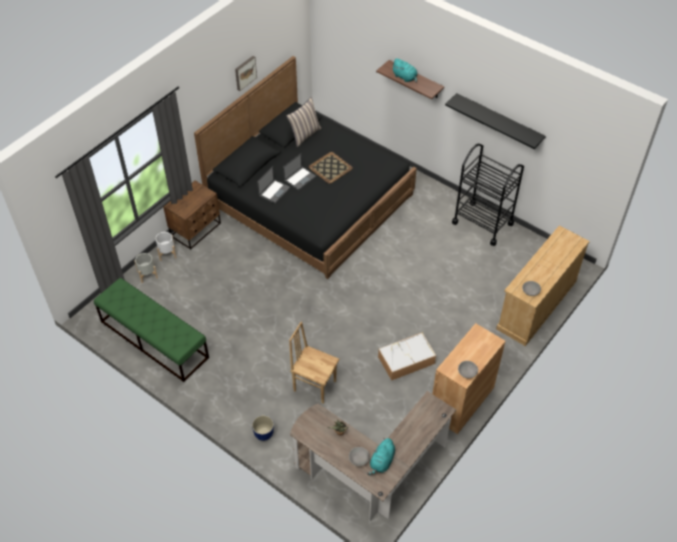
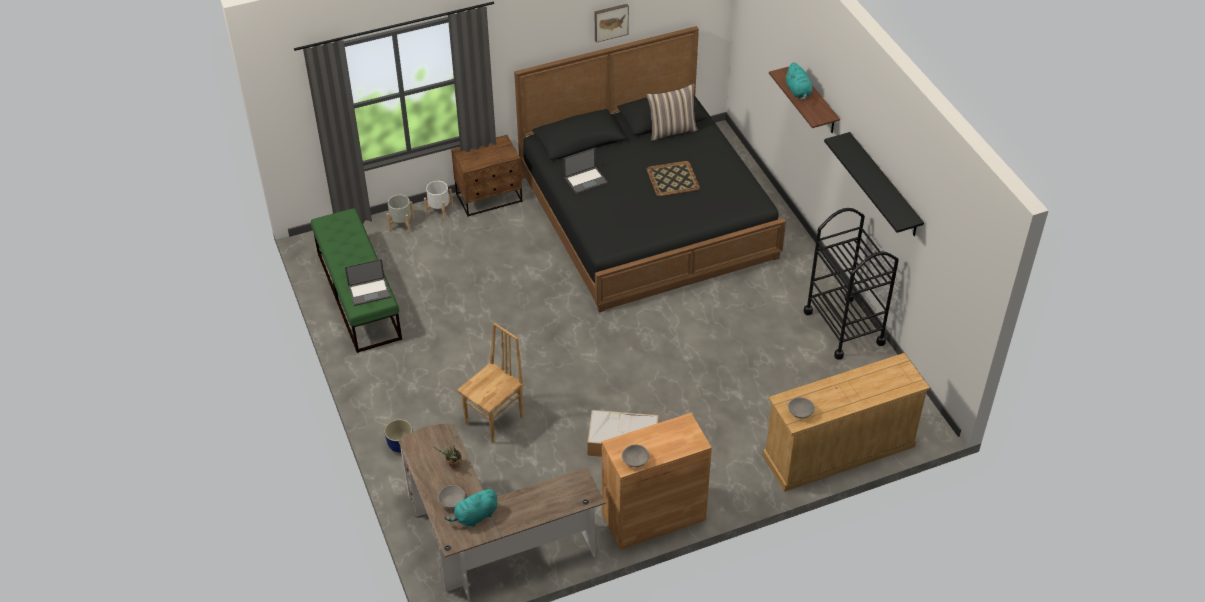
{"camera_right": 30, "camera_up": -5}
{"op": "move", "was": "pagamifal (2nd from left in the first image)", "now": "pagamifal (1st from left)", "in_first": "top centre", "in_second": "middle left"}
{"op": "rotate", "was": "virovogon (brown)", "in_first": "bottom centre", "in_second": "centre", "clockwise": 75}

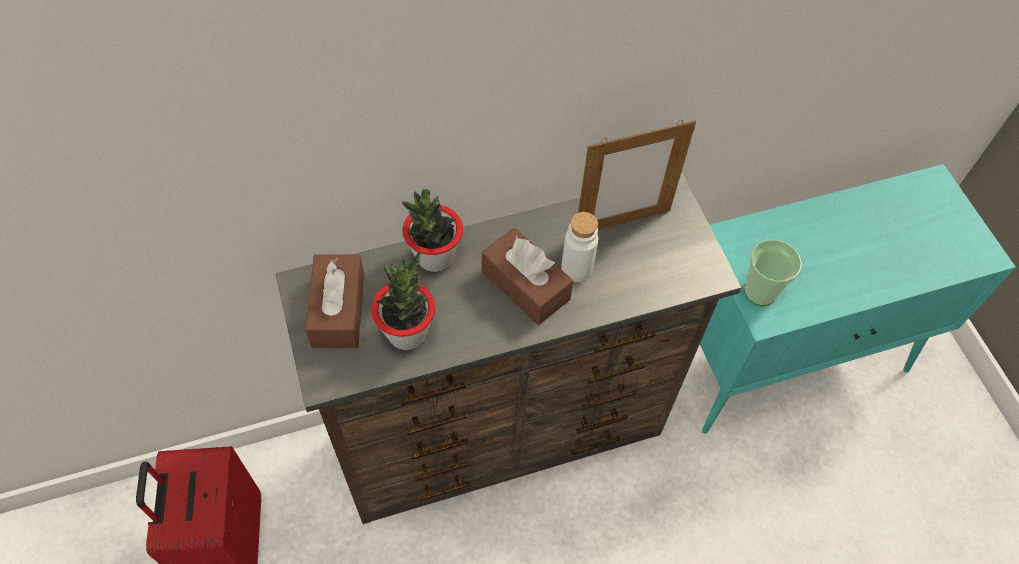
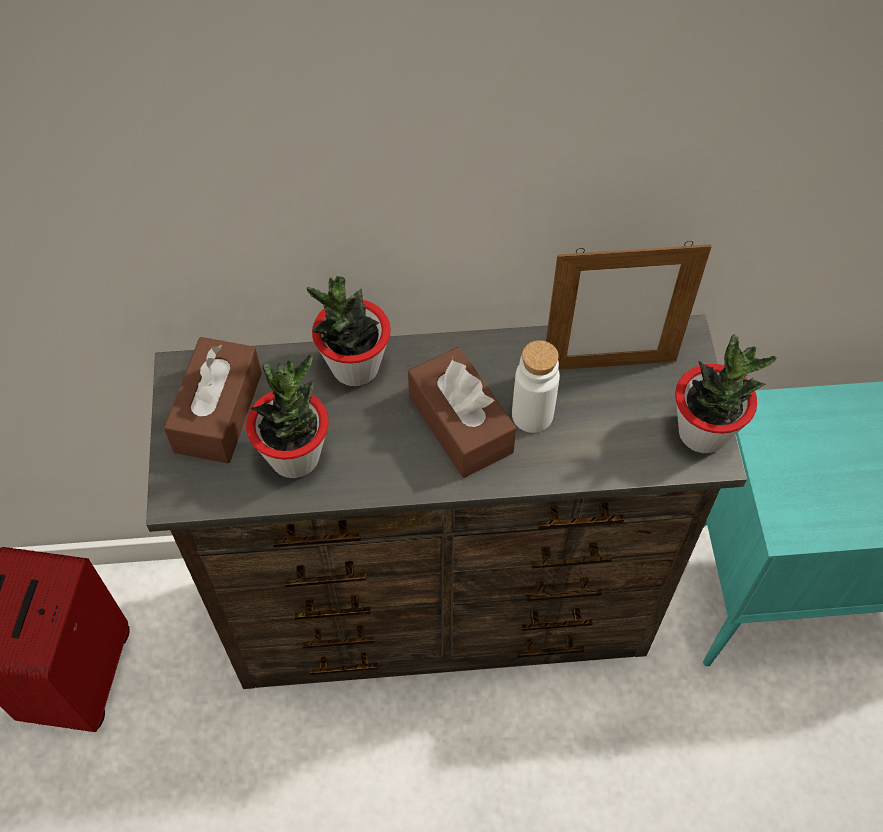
{"camera_right": 15, "camera_up": 0}
{"op": "insert", "now": "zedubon (3rd from left)", "in_second": "middle right"}
{"op": "delete", "was": "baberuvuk", "in_first": "middle right"}

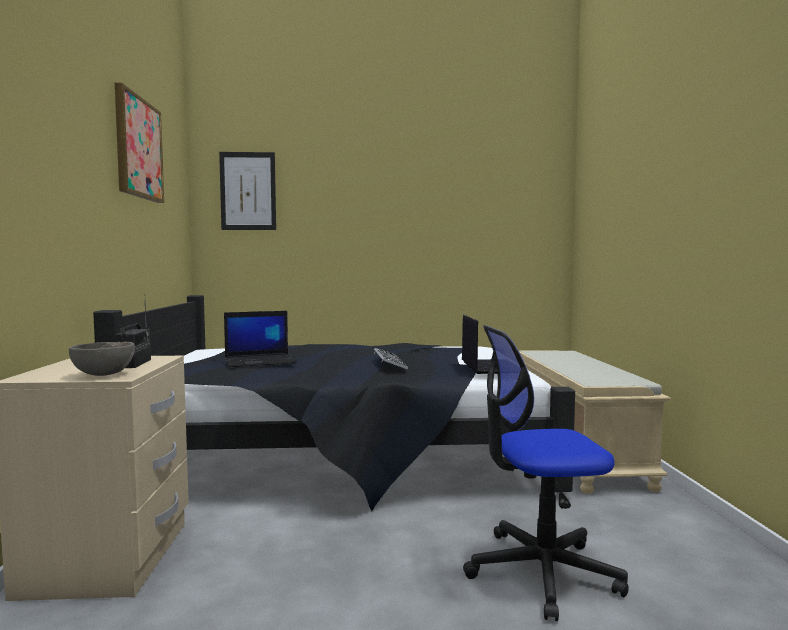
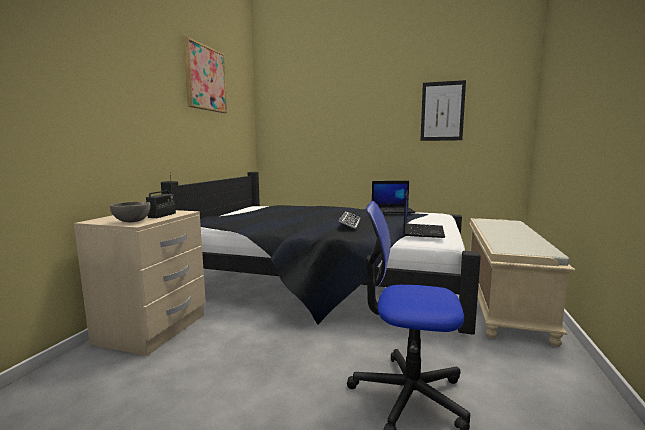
{"camera_right": 20, "camera_up": 5}
{"op": "move", "was": "pagamifal (1st from left)", "in_first": "middle left", "in_second": "centre"}
{"op": "move", "was": "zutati (2nd from left)", "in_first": "top left", "in_second": "top right"}

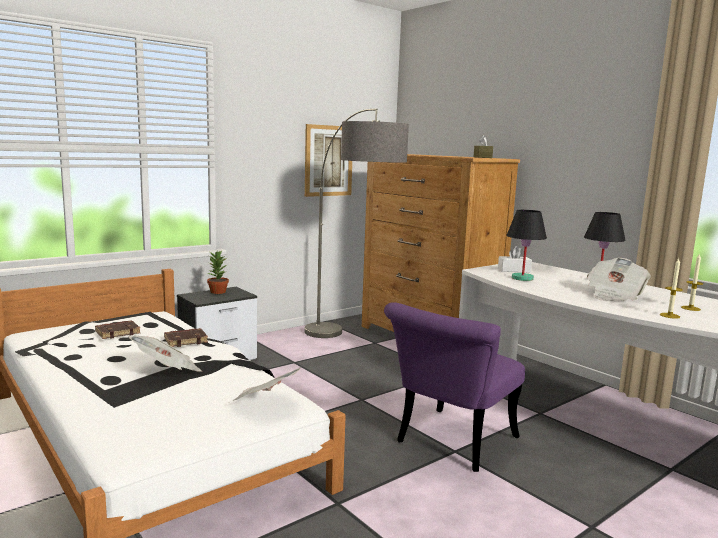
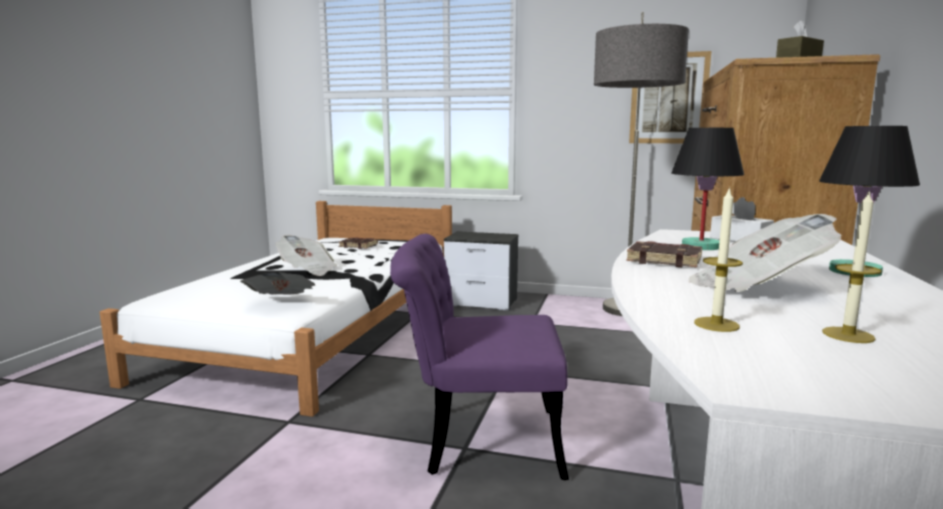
{"camera_right": 55, "camera_up": 0}
{"op": "move", "was": "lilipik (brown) (2nd from left)", "in_first": "middle left", "in_second": "middle right"}
{"op": "delete", "was": "zedubon", "in_first": "middle left"}

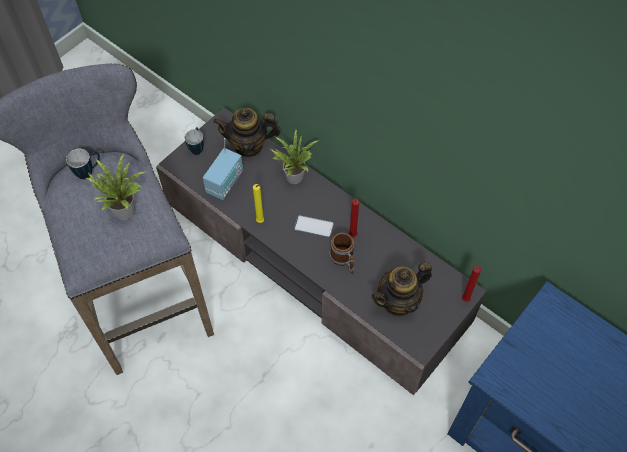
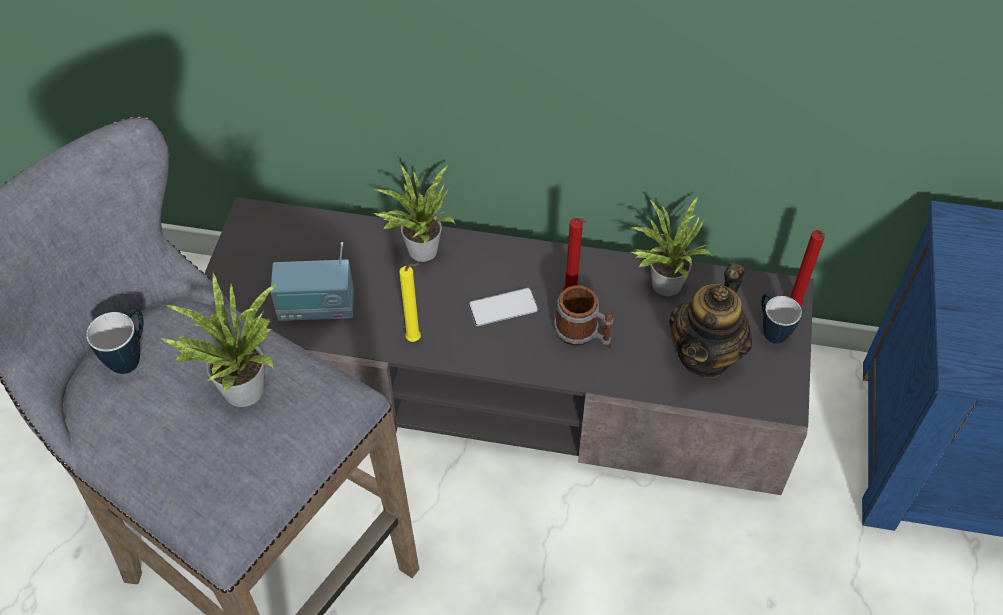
{"camera_right": -30, "camera_up": -5}
{"op": "rotate", "was": "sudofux", "in_first": "centre", "in_second": "middle left", "clockwise": 90}
{"op": "insert", "now": "zedubon (3rd from left)", "in_second": "middle right"}
{"op": "move", "was": "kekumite (2nd from left in the first image)", "now": "kekumite (3rd from left)", "in_first": "top left", "in_second": "middle right"}
{"op": "delete", "was": "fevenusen (1st from left)", "in_first": "top centre"}

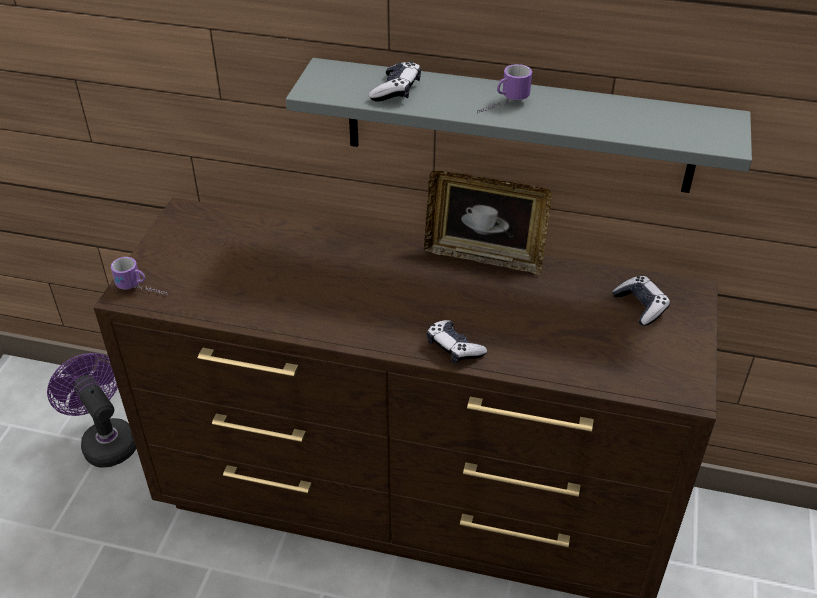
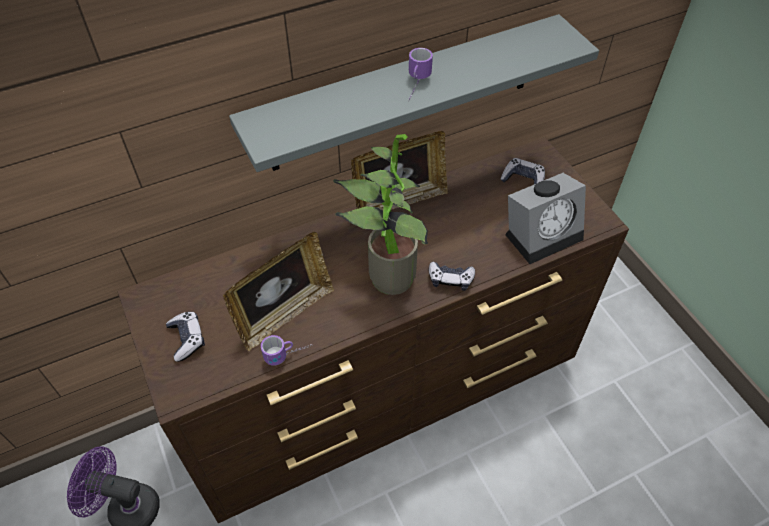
{"camera_right": -40, "camera_up": 10}
{"op": "move", "was": "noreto (1st from left)", "in_first": "top centre", "in_second": "middle left"}
{"op": "insert", "now": "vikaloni (1st from left)", "in_second": "centre"}
{"op": "move", "was": "kekumite (1st from left)", "in_first": "middle left", "in_second": "centre"}
{"op": "insert", "now": "zedubon", "in_second": "centre"}
{"op": "insert", "now": "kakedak", "in_second": "middle right"}

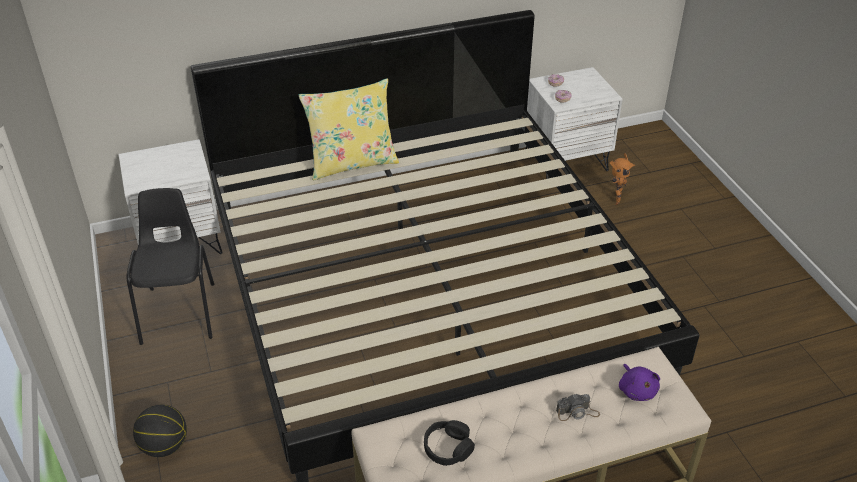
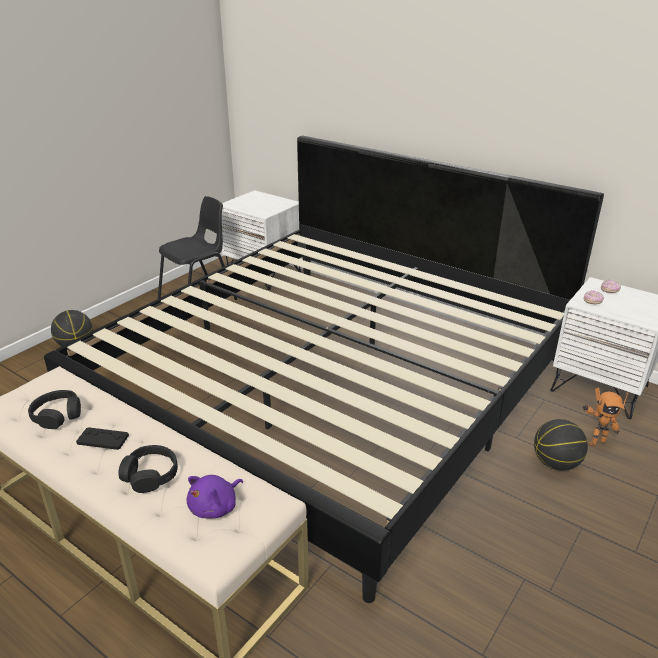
{"camera_right": 55, "camera_up": -10}
{"op": "insert", "now": "noreto (black)", "in_second": "middle left"}
{"op": "replace", "was": "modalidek", "now": "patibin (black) (2nd from left)", "in_first": "bottom right", "in_second": "bottom left"}
{"op": "insert", "now": "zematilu (2nd from left)", "in_second": "bottom right"}
{"op": "delete", "was": "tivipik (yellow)", "in_first": "top centre"}

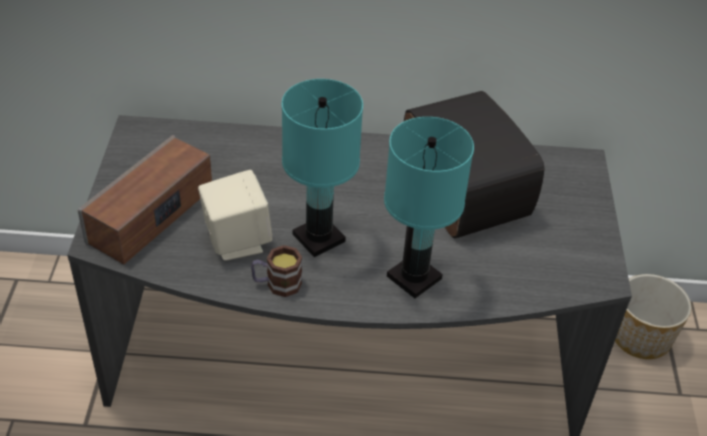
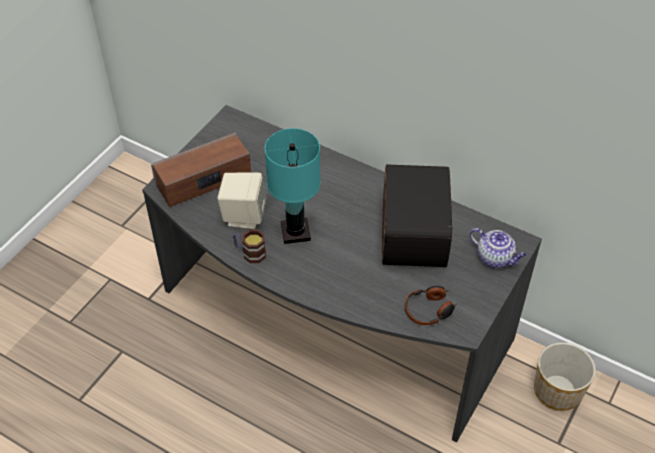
{"camera_right": 30, "camera_up": 5}
{"op": "insert", "now": "patibin", "in_second": "bottom centre"}
{"op": "insert", "now": "fevenusen", "in_second": "middle right"}
{"op": "delete", "was": "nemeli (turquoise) (2nd from left)", "in_first": "centre"}

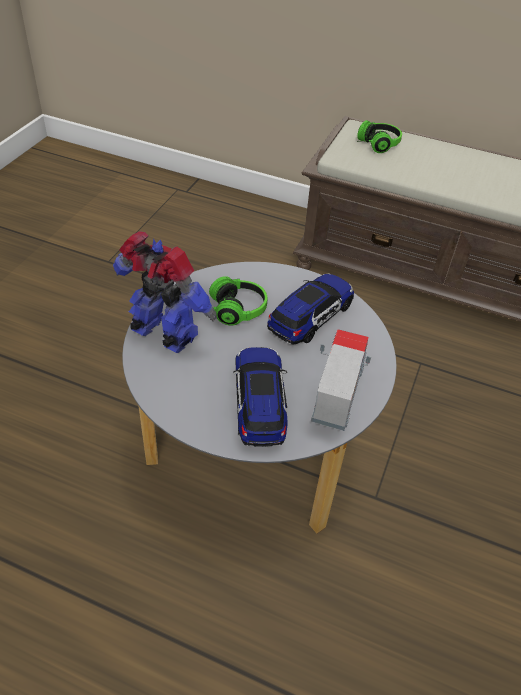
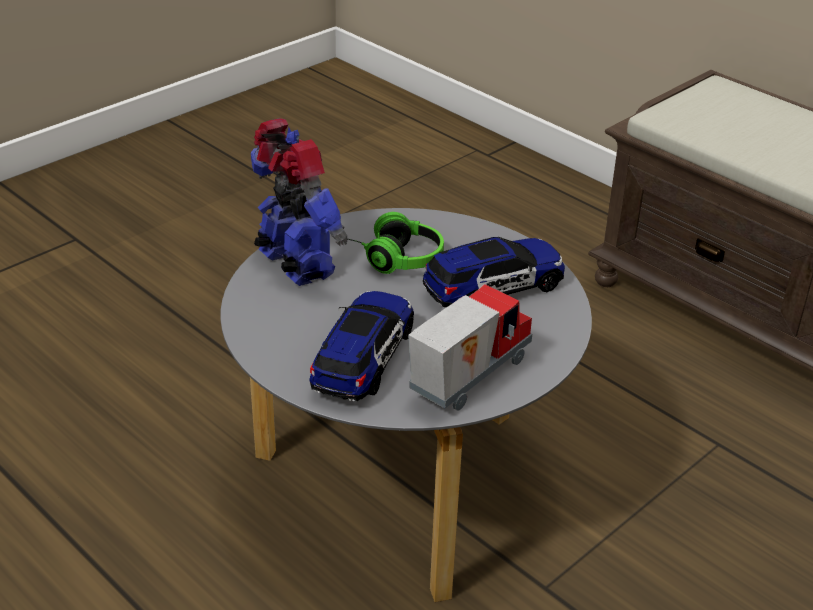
{"camera_right": 25, "camera_up": -10}
{"op": "delete", "was": "patibin (2nd from left)", "in_first": "top right"}

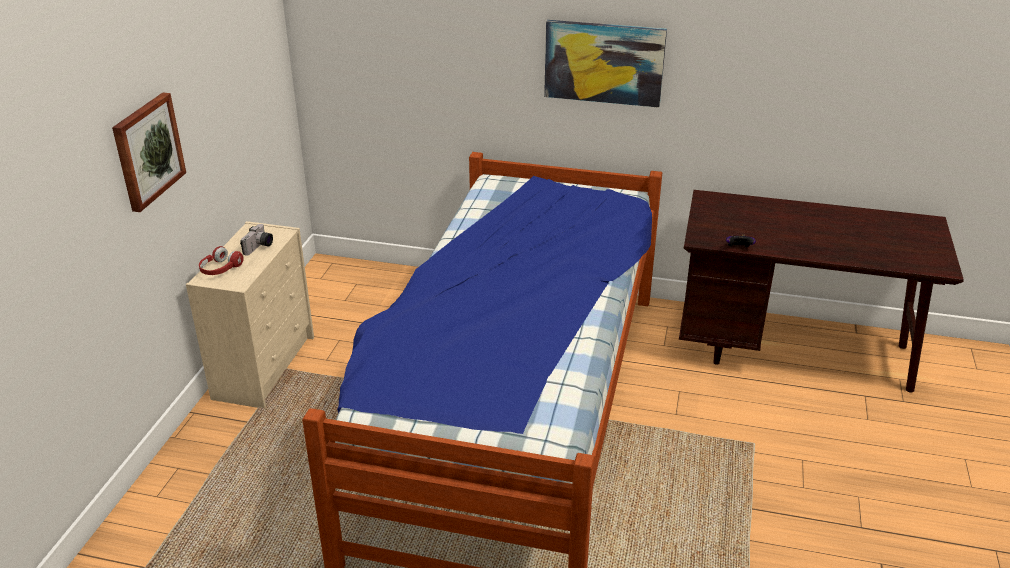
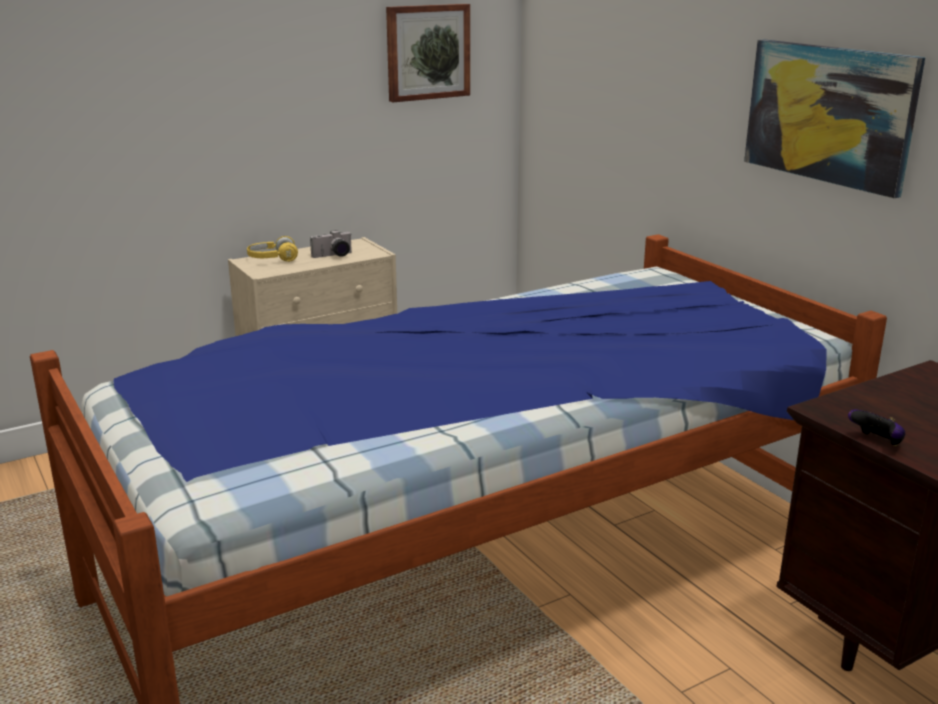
{"camera_right": 45, "camera_up": -10}
{"op": "recolor", "was": "patibin (red)", "now": "patibin (yellow)", "in_first": "middle left", "in_second": "middle left"}
{"op": "move", "was": "zutati (1st from left)", "in_first": "top left", "in_second": "top centre"}

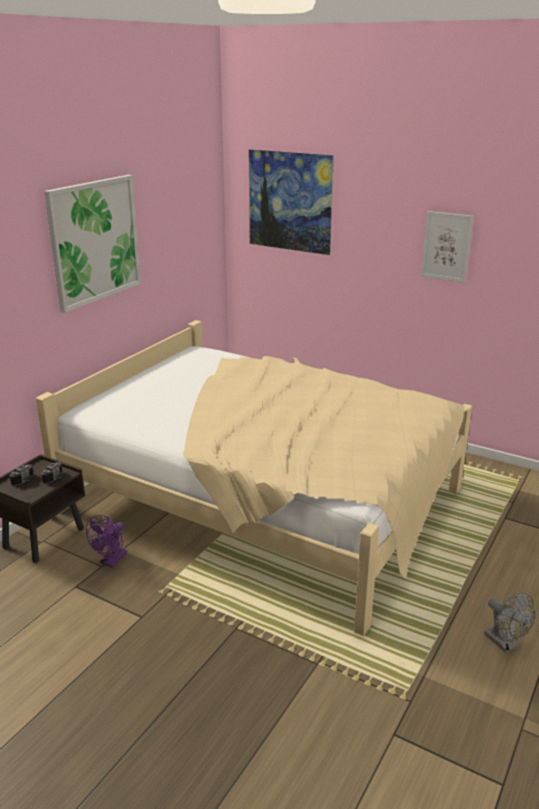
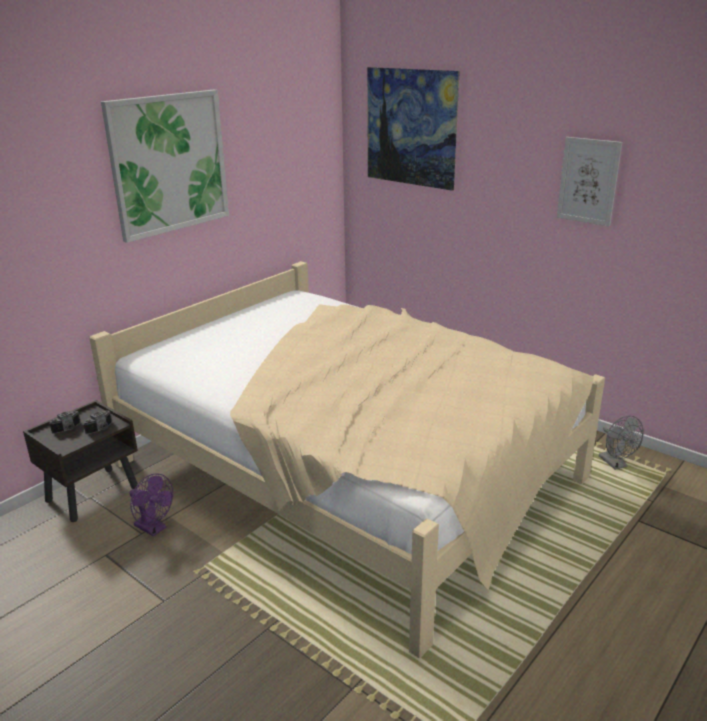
{"camera_right": 10, "camera_up": 0}
{"op": "rotate", "was": "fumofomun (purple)", "in_first": "bottom left", "in_second": "bottom left", "clockwise": -90}
{"op": "move", "was": "fumofomun (grey)", "in_first": "bottom right", "in_second": "middle right"}

